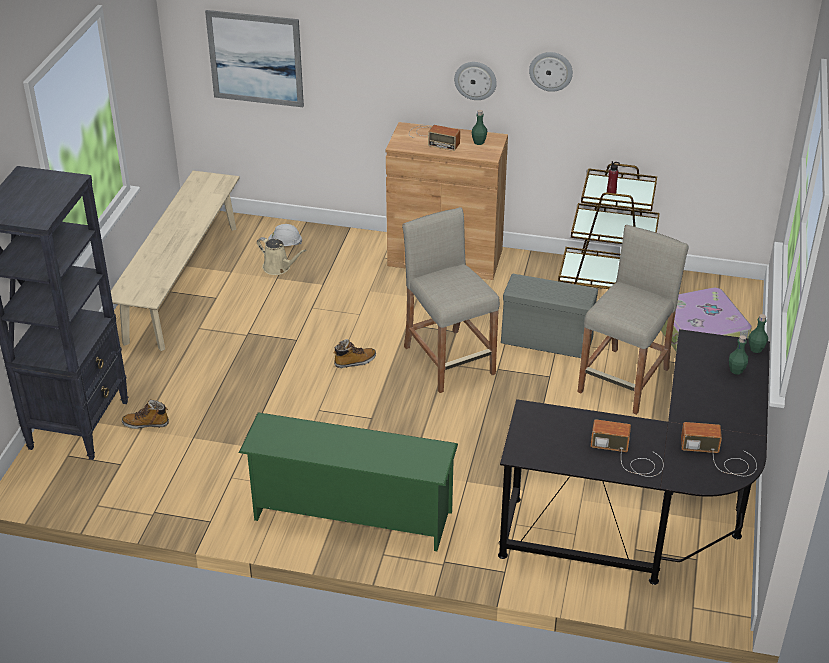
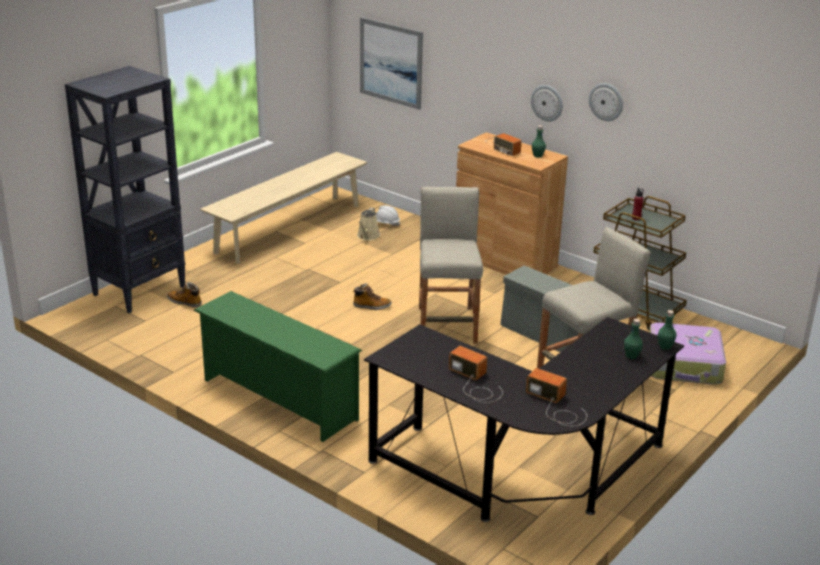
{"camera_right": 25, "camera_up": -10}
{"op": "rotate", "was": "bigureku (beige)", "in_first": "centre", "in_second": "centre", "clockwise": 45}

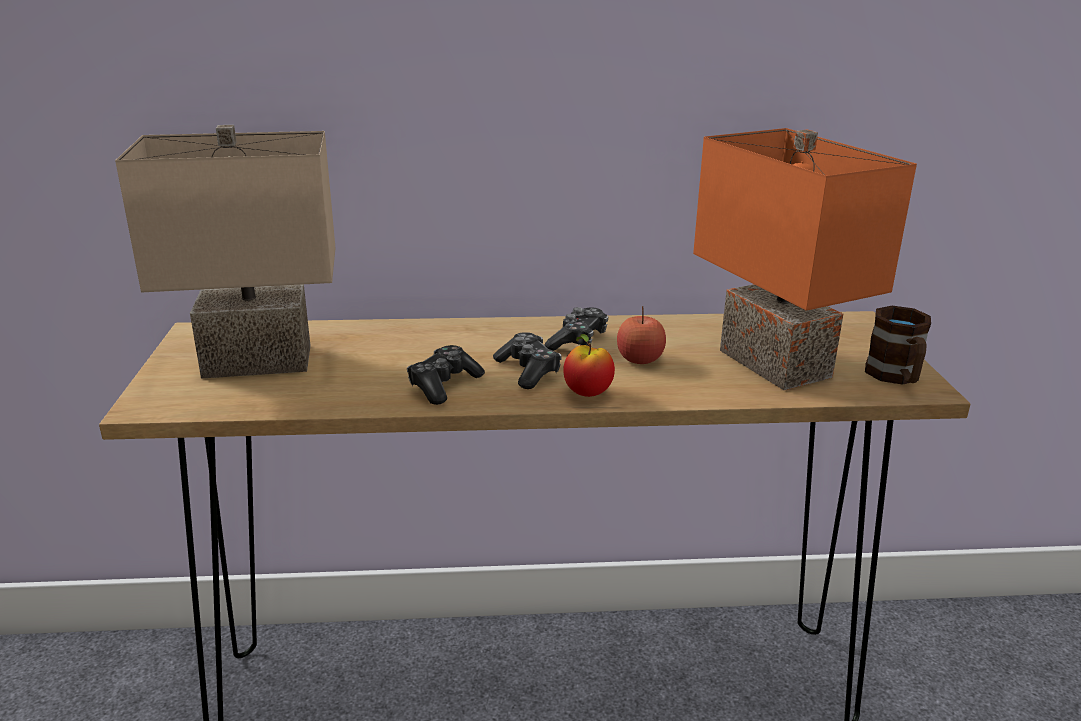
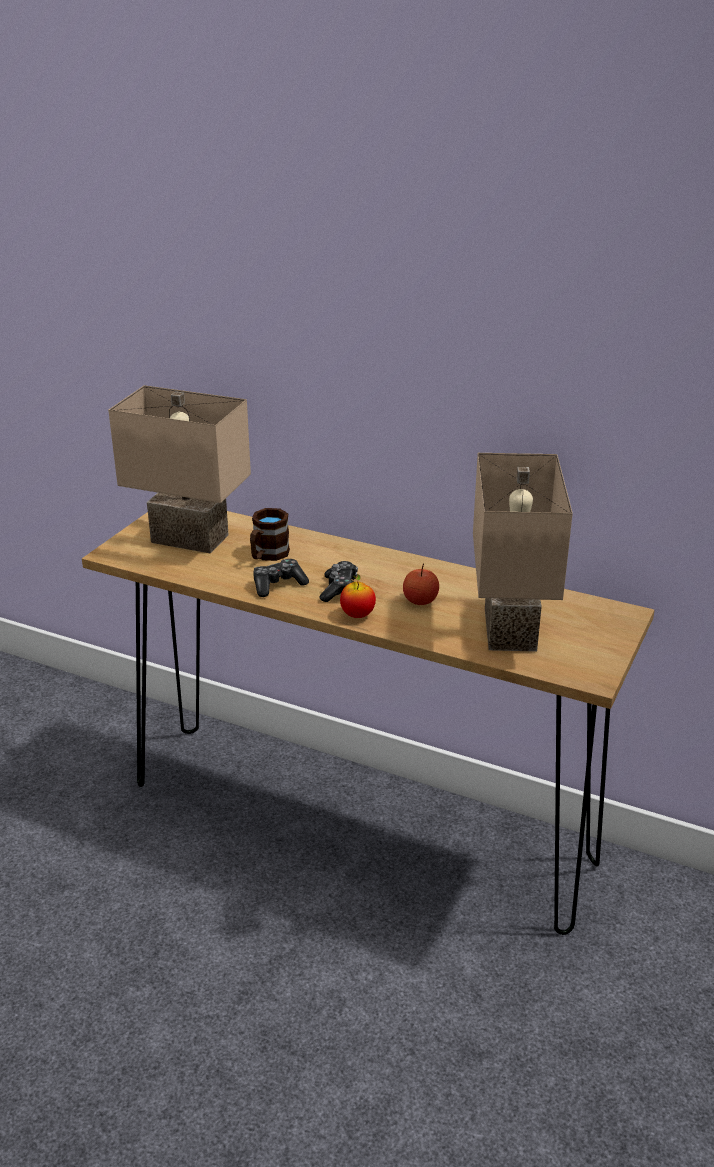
{"camera_right": 30, "camera_up": 5}
{"op": "move", "was": "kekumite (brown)", "in_first": "middle right", "in_second": "centre"}
{"op": "recolor", "was": "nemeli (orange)", "now": "nemeli (beige) (2nd from left)", "in_first": "middle right", "in_second": "middle right"}
{"op": "delete", "was": "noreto (3rd from left)", "in_first": "centre"}

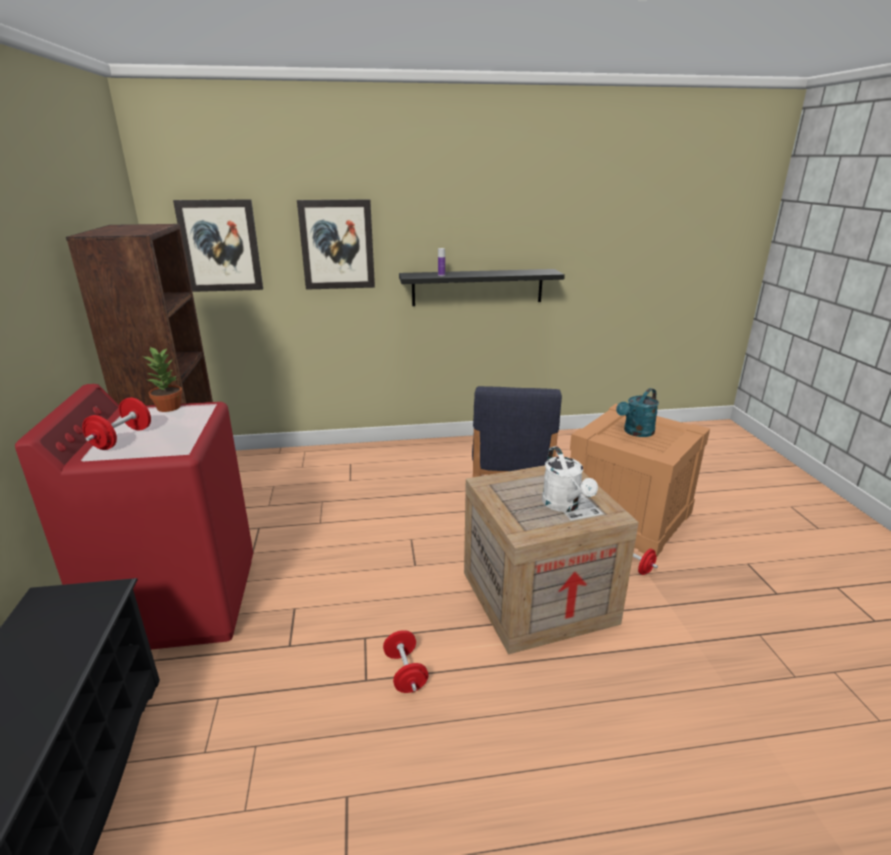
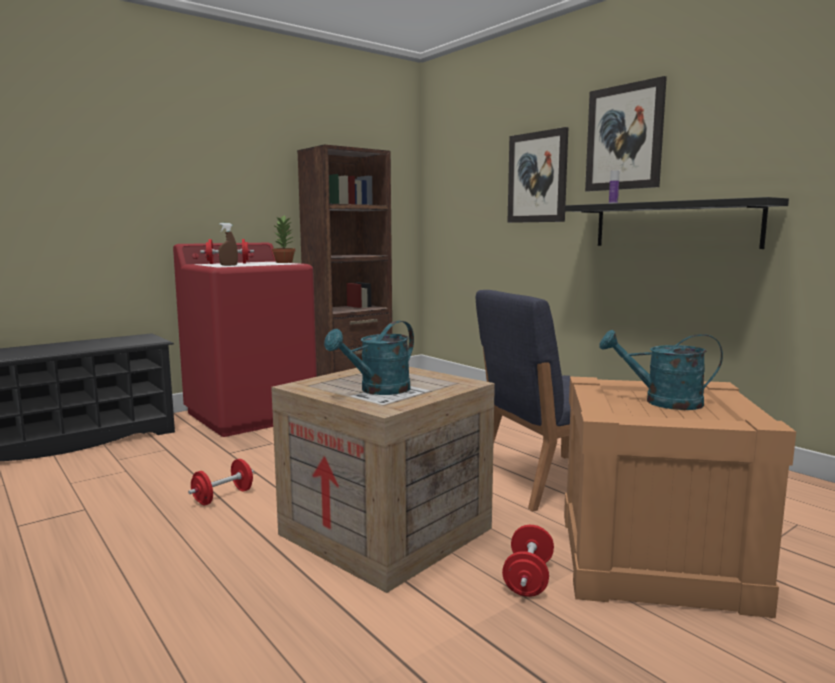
{"camera_right": 60, "camera_up": -15}
{"op": "insert", "now": "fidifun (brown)", "in_second": "middle left"}
{"op": "recolor", "was": "bigureku (white)", "now": "bigureku (turquoise) (1st from left)", "in_first": "centre", "in_second": "centre"}
{"op": "move", "was": "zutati (1st from left in the first image)", "now": "zutati (2nd from left)", "in_first": "top left", "in_second": "top right"}

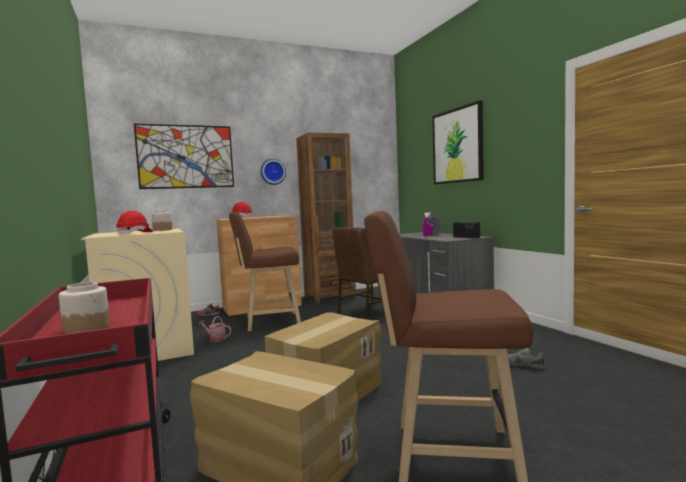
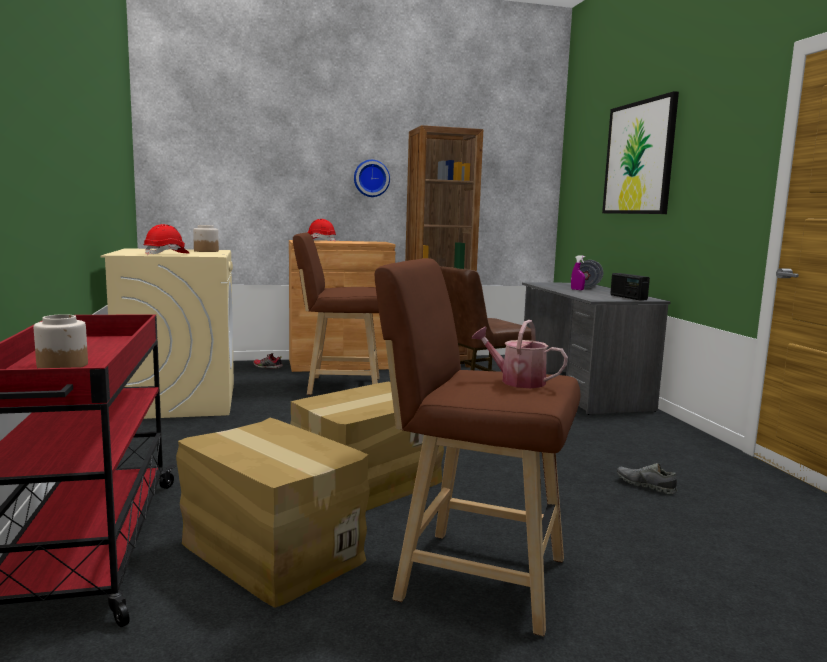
{"camera_right": 10, "camera_up": 5}
{"op": "move", "was": "bigureku", "in_first": "bottom left", "in_second": "centre"}
{"op": "delete", "was": "zutati (1st from left)", "in_first": "top left"}

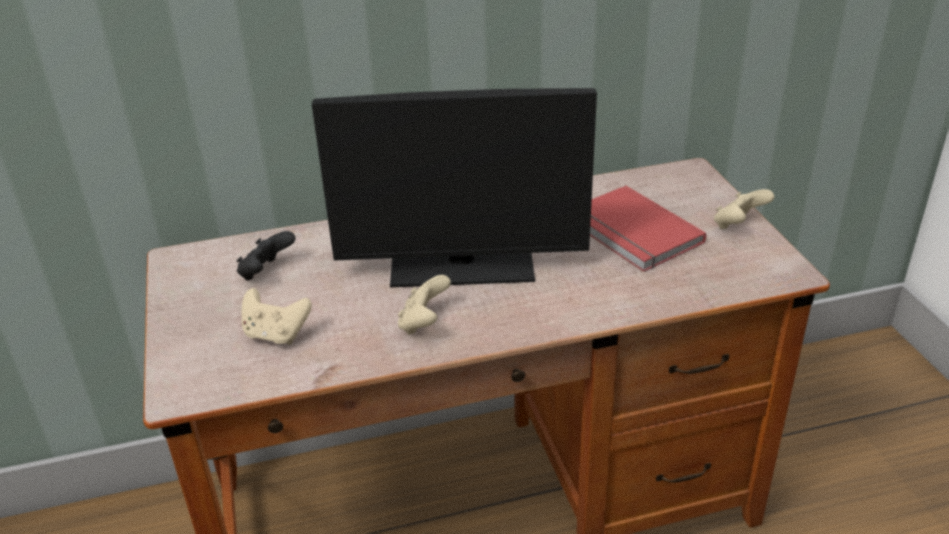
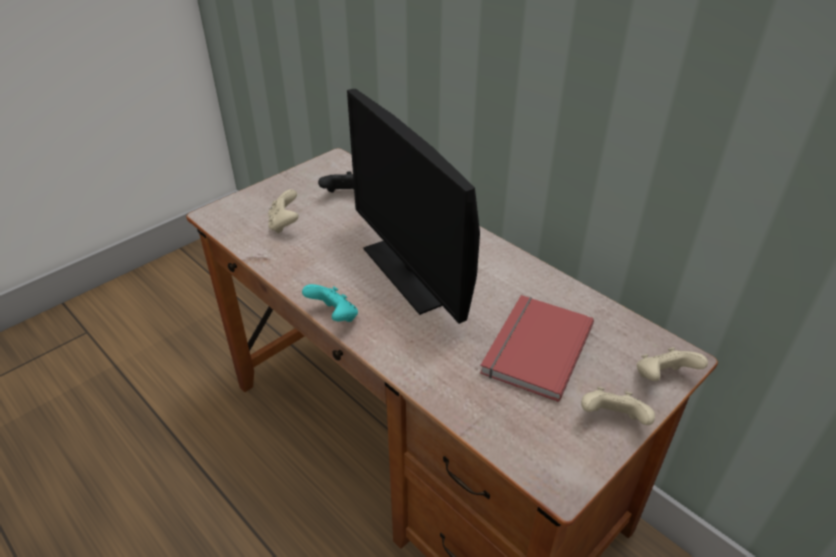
{"camera_right": 60, "camera_up": 5}
{"op": "insert", "now": "noreto (turquoise)", "in_second": "centre"}
{"op": "move", "was": "noreto (beige) (2nd from left in the first image)", "now": "noreto (beige) (3rd from left)", "in_first": "centre", "in_second": "middle right"}

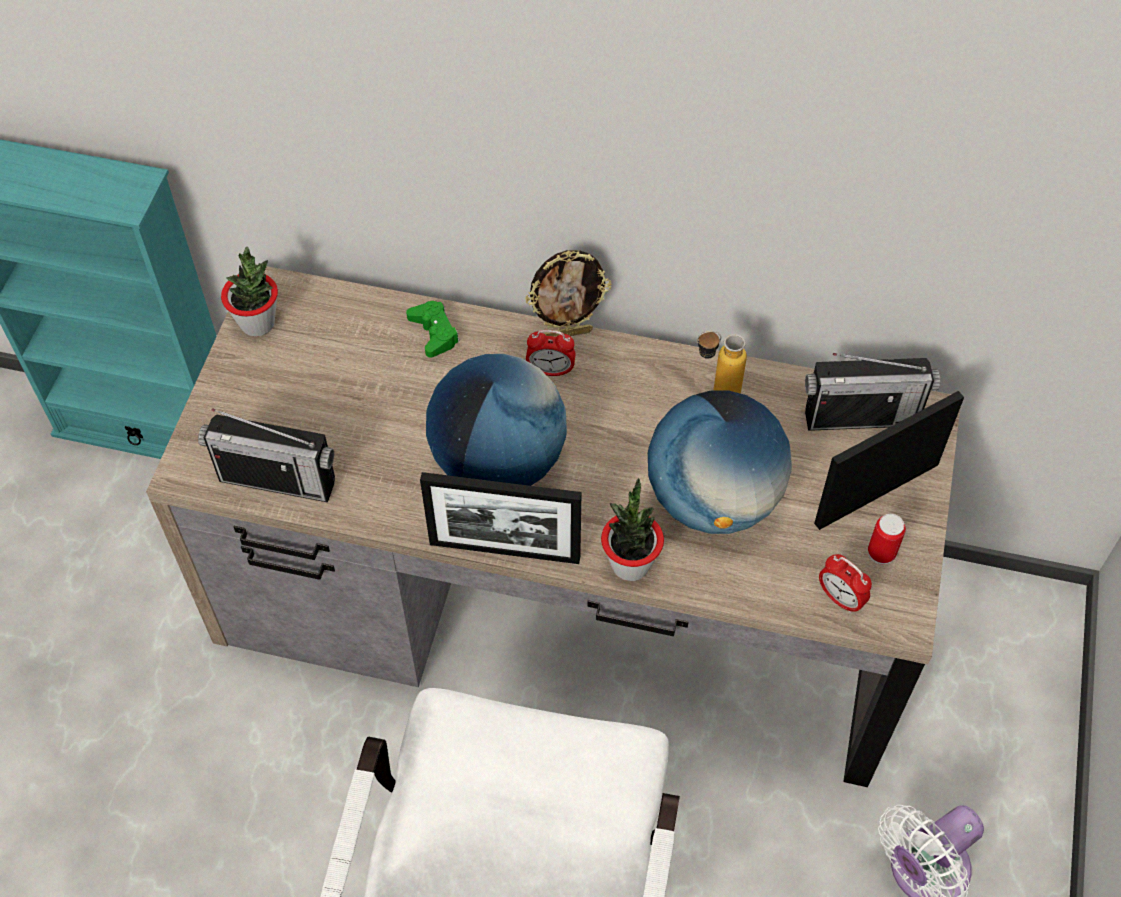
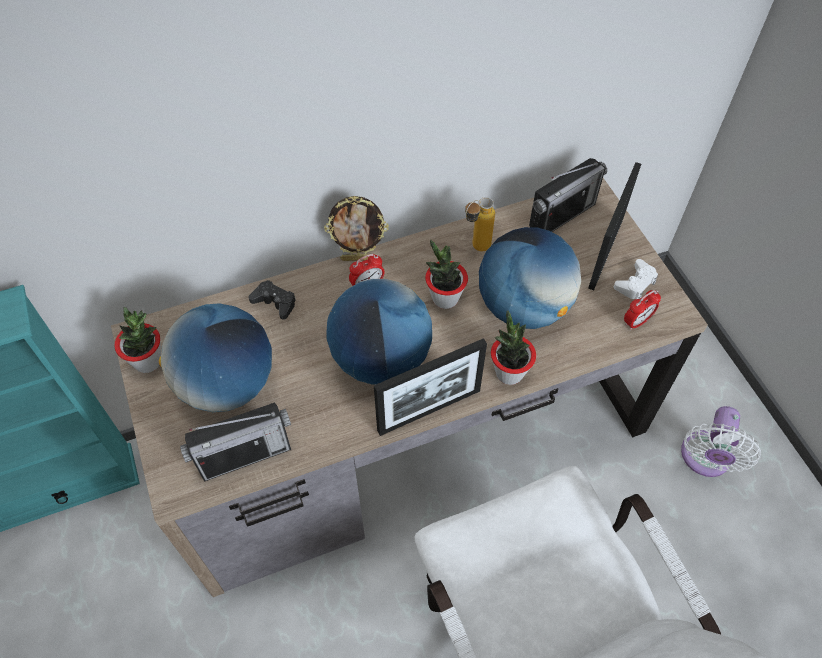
{"camera_right": -35, "camera_up": 0}
{"op": "insert", "now": "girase (1st from left)", "in_second": "middle left"}
{"op": "recolor", "was": "noreto (green)", "now": "noreto (black)", "in_first": "centre", "in_second": "middle left"}
{"op": "rotate", "was": "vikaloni (2nd from left in the first image)", "in_first": "top centre", "in_second": "centre", "clockwise": 45}
{"op": "insert", "now": "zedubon (2nd from left)", "in_second": "centre"}
{"op": "replace", "was": "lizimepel", "now": "noreto (white)", "in_first": "middle right", "in_second": "middle right"}
{"op": "rotate", "was": "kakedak (2nd from left)", "in_first": "middle right", "in_second": "middle right", "clockwise": -45}

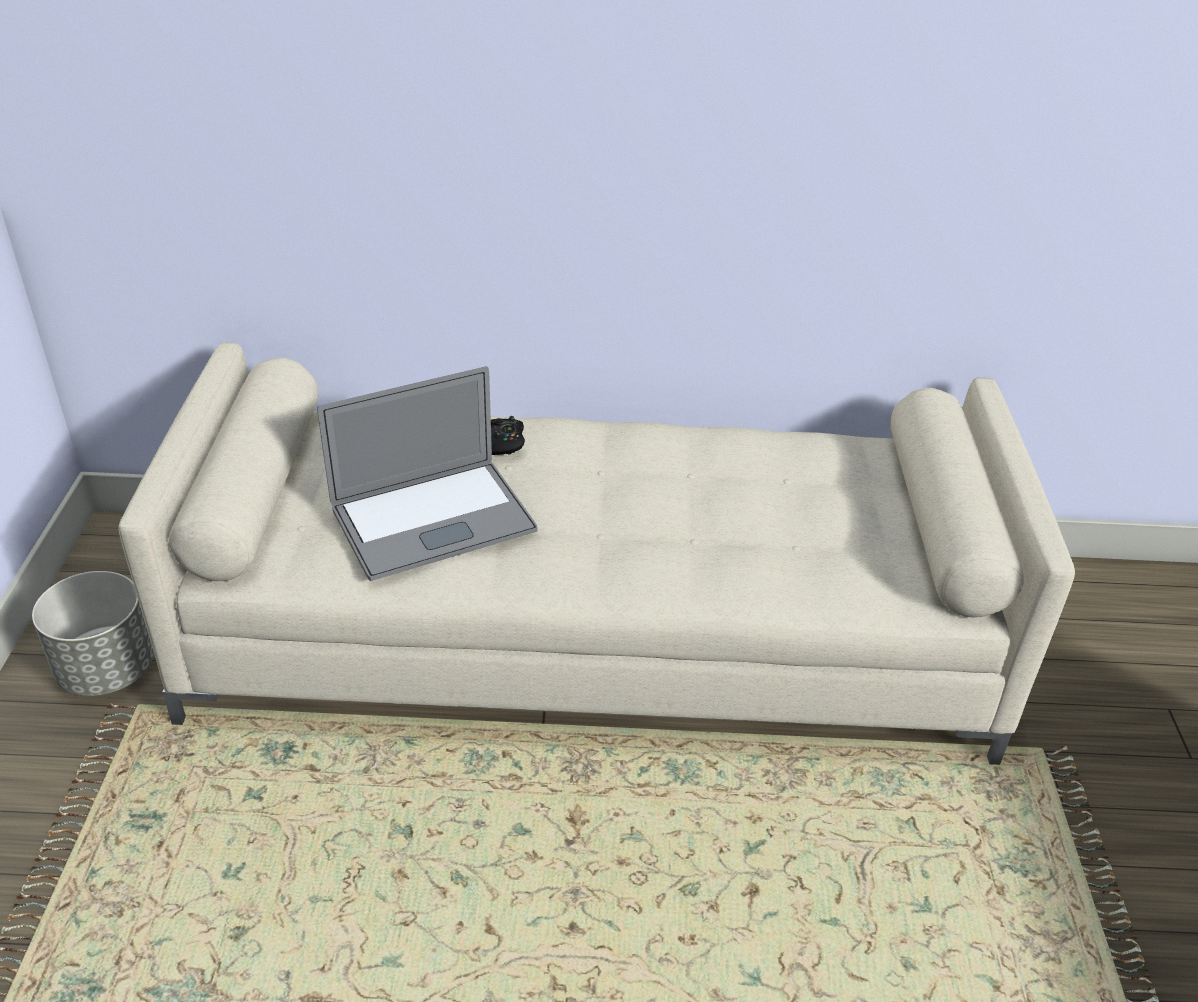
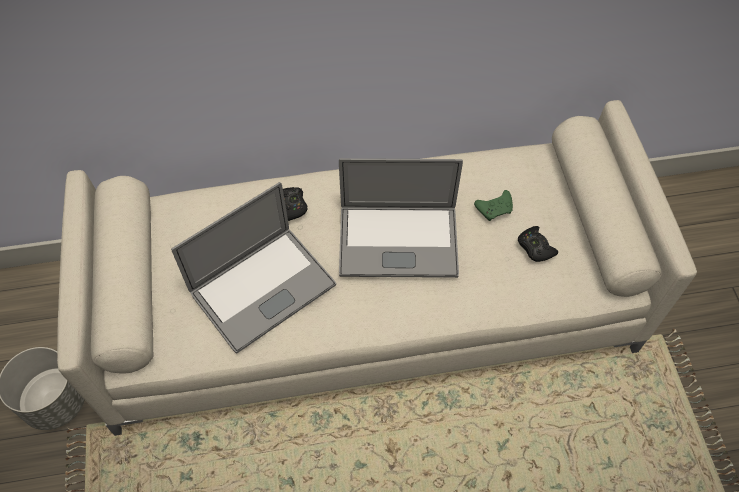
{"camera_right": -10, "camera_up": 20}
{"op": "insert", "now": "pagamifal (2nd from left)", "in_second": "centre"}
{"op": "insert", "now": "noreto (green)", "in_second": "middle right"}
{"op": "insert", "now": "noreto (black) (2nd from left)", "in_second": "middle right"}

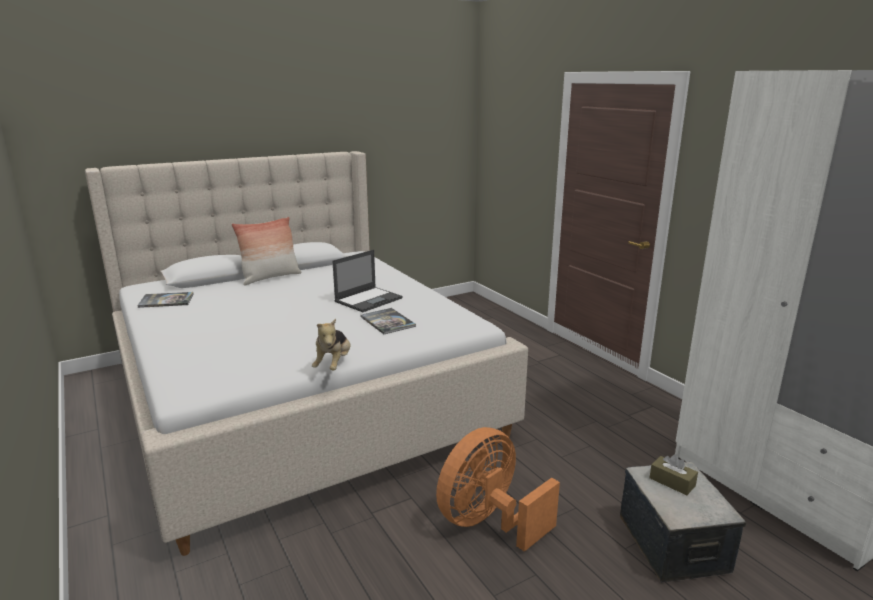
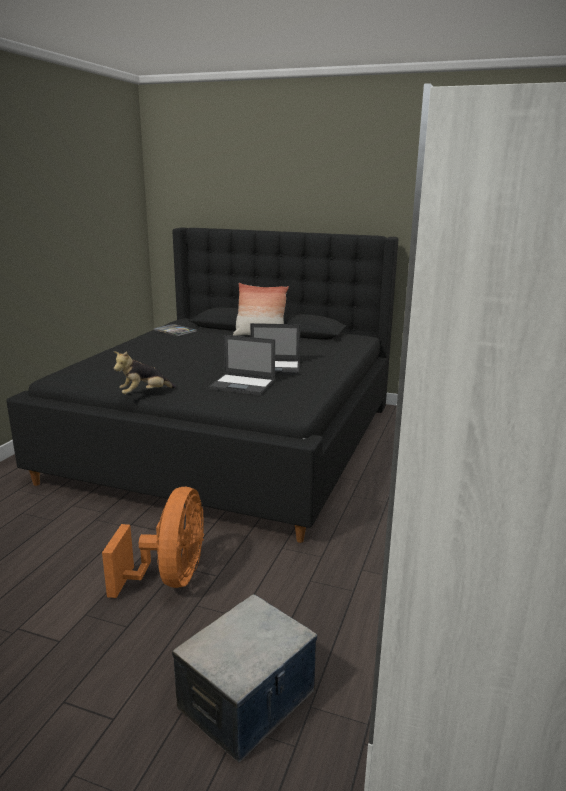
{"camera_right": 50, "camera_up": 0}
{"op": "recolor", "was": "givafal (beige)", "now": "givafal (black)", "in_first": "centre", "in_second": "centre"}
{"op": "rotate", "was": "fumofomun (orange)", "in_first": "bottom centre", "in_second": "bottom left", "clockwise": 90}
{"op": "replace", "was": "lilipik (2nd from left)", "now": "pagamifal (1st from left)", "in_first": "centre", "in_second": "centre"}
{"op": "delete", "was": "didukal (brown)", "in_first": "bottom right"}

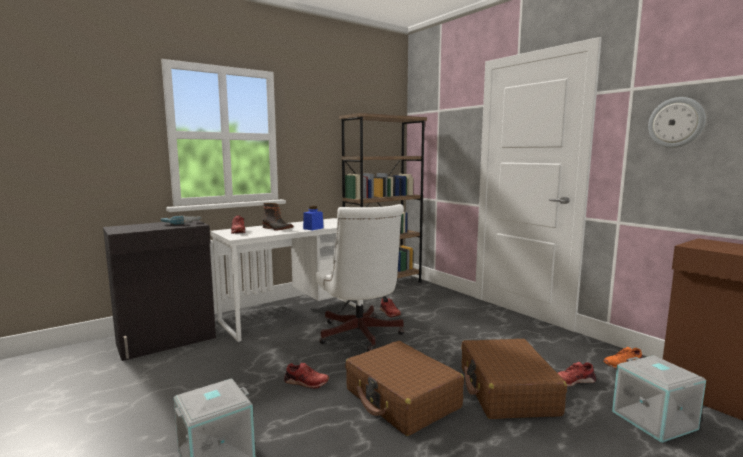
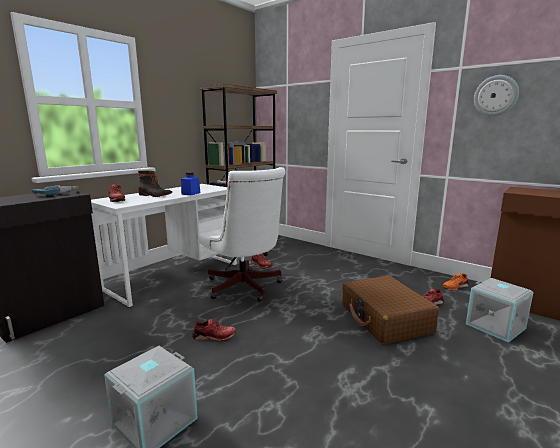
{"camera_right": -15, "camera_up": 5}
{"op": "delete", "was": "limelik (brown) (1st from left)", "in_first": "bottom centre"}

